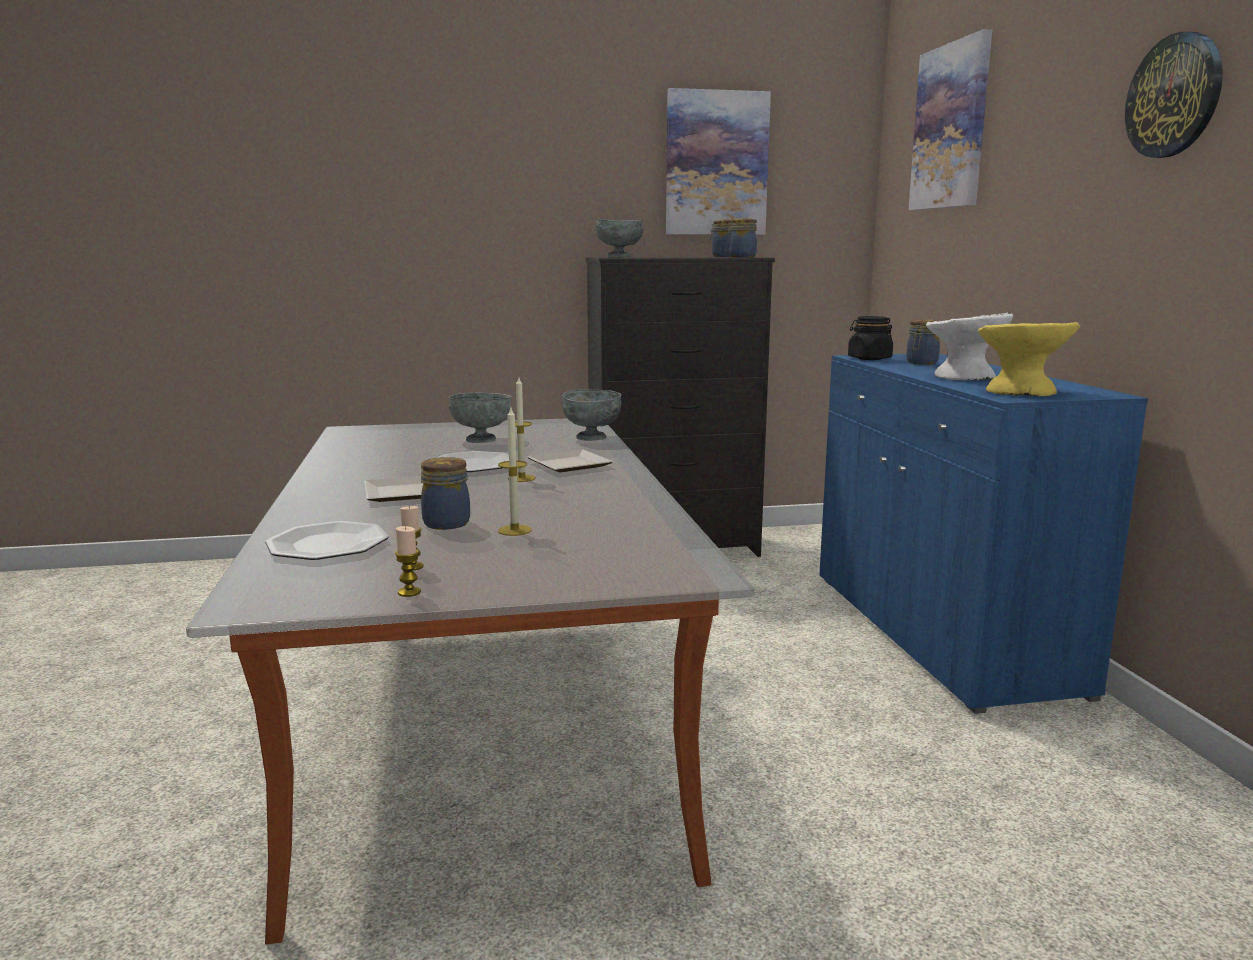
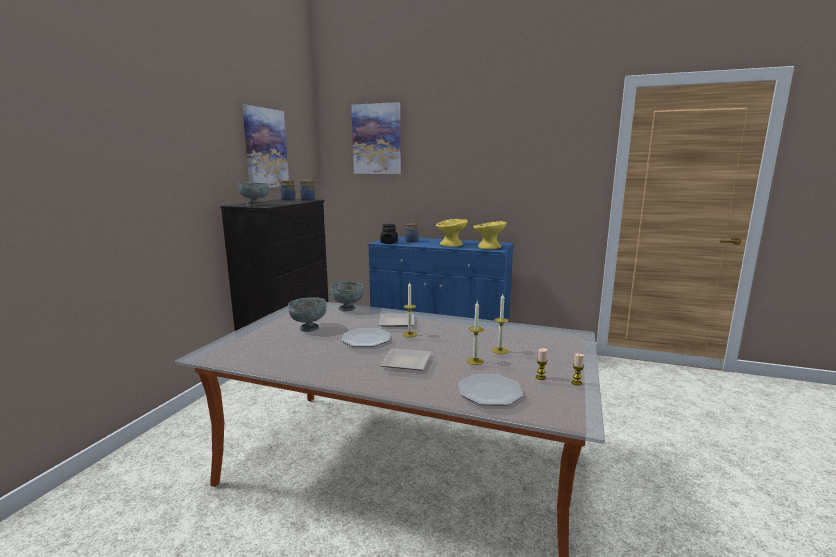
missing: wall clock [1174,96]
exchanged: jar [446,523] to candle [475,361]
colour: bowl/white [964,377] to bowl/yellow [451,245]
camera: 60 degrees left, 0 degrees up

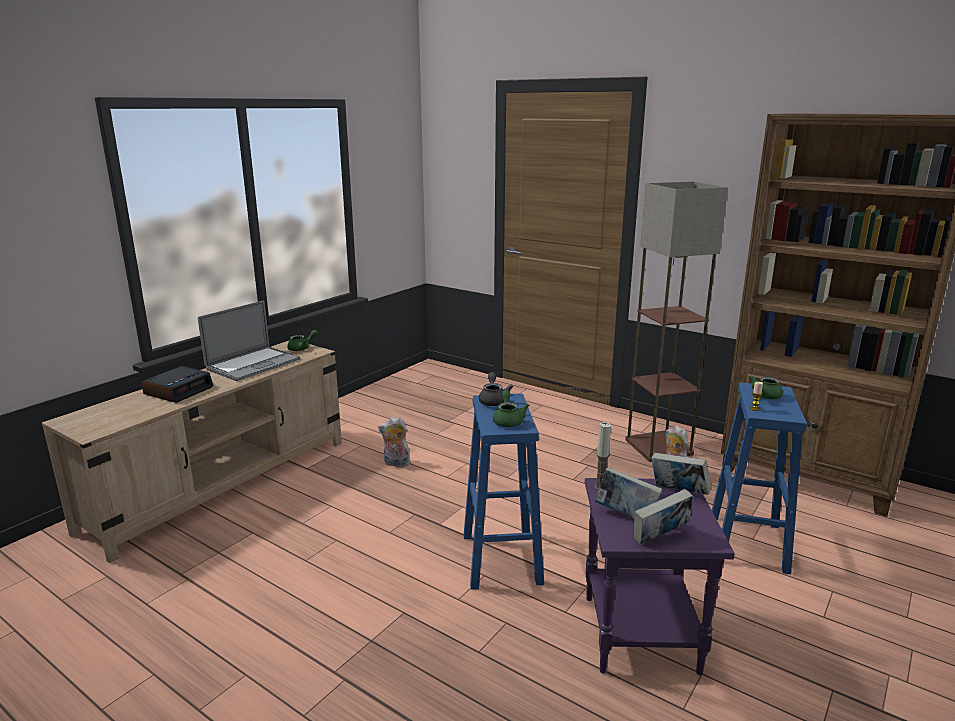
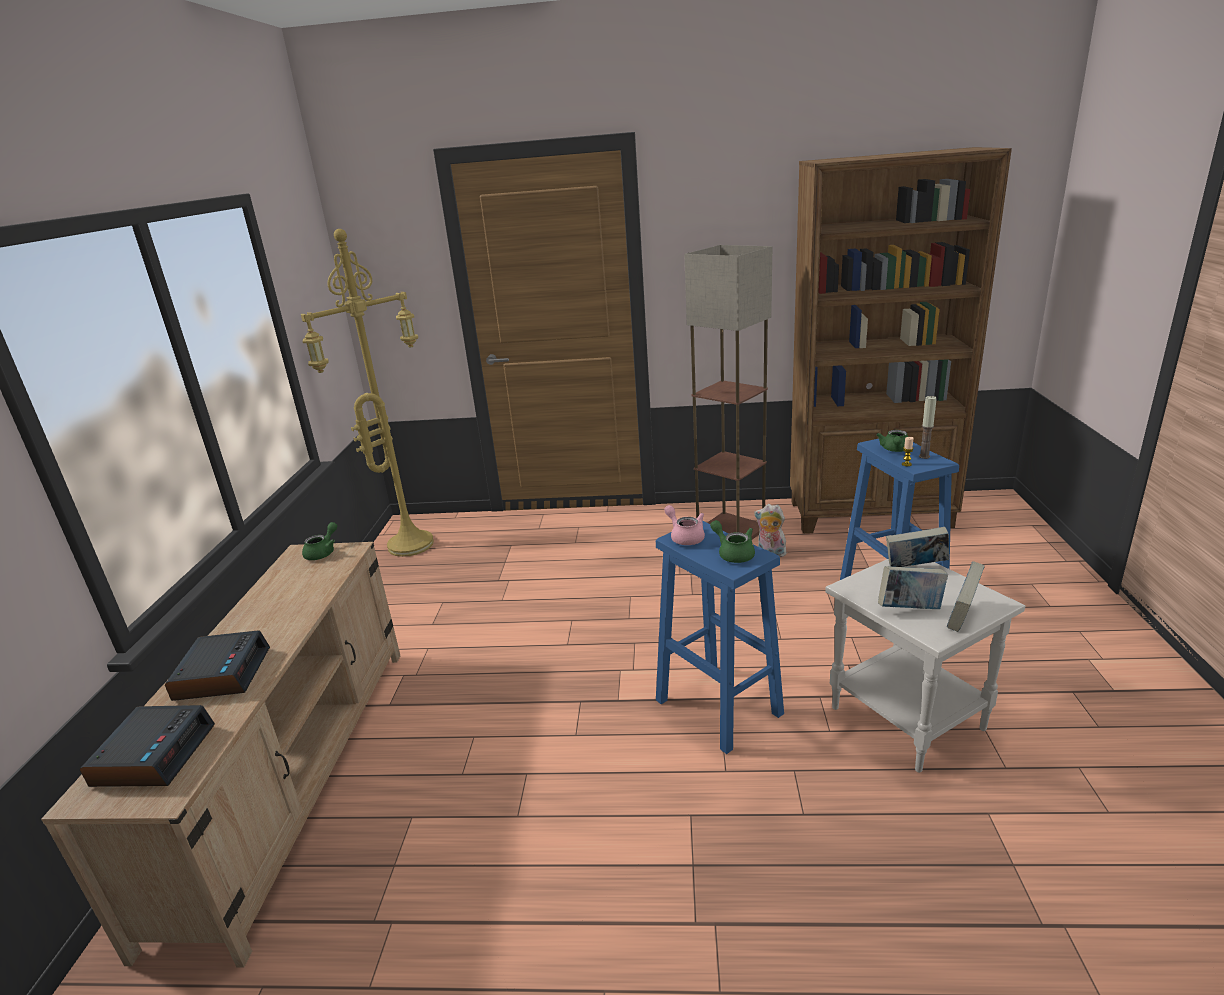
missing: laptop [253,364]; plush toy [396,463]
appeared: alarm clock [154,755]; floor lamp/yellow [410,543]
relocated: candle [600,487] to [924,456]
colour: teapot/grey [493,400] to teapot/pink [685,537]; side table/purple [642,635] to side table/white [909,718]
camera: 30 degrees left, 5 degrees up

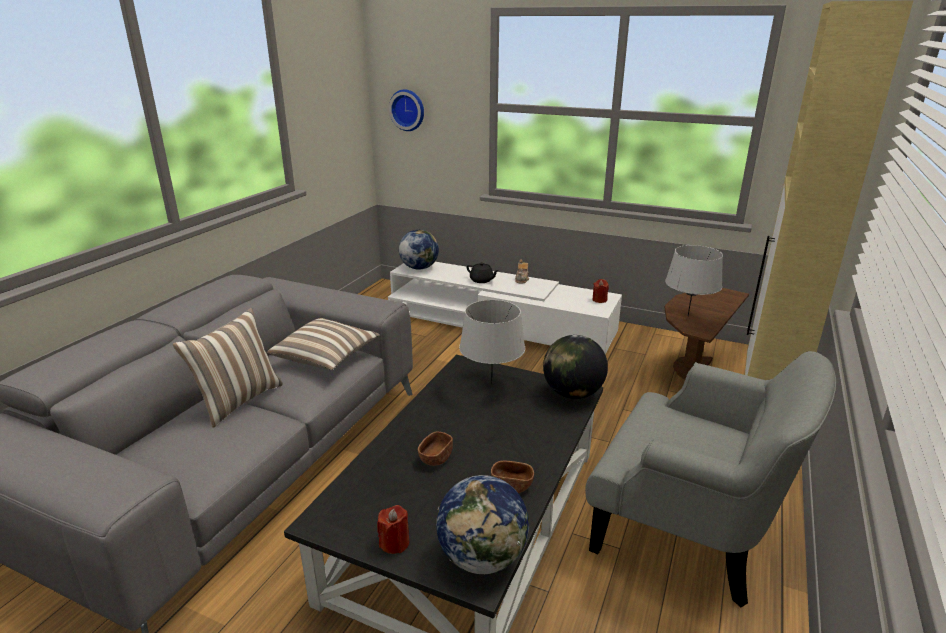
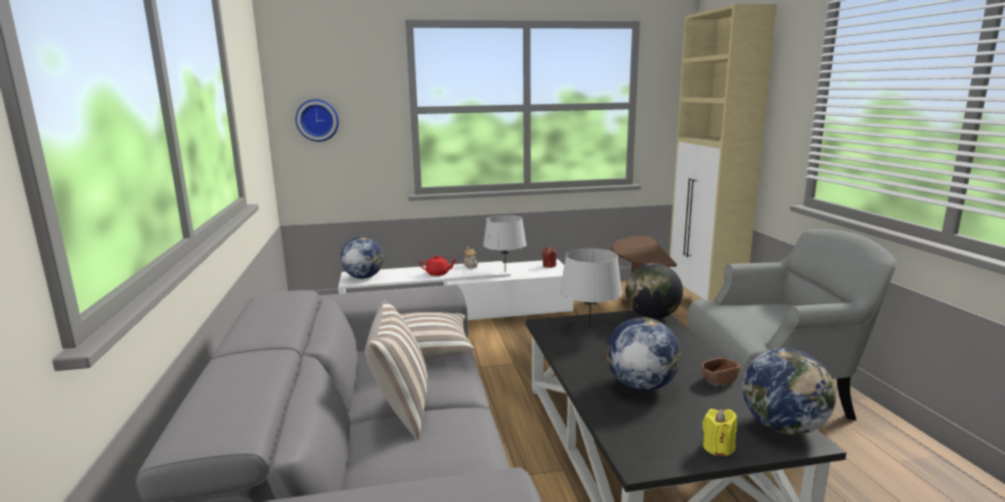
relocated: table lamp/grey [687,316] to [505,271]
exchanged: bowl/brown [435,458] to globe [640,386]
colour: candle/red [394,543] to candle/yellow [718,448]; teapot/black [482,280] to teapot/red [438,273]
camera: 35 degrees left, 10 degrees down

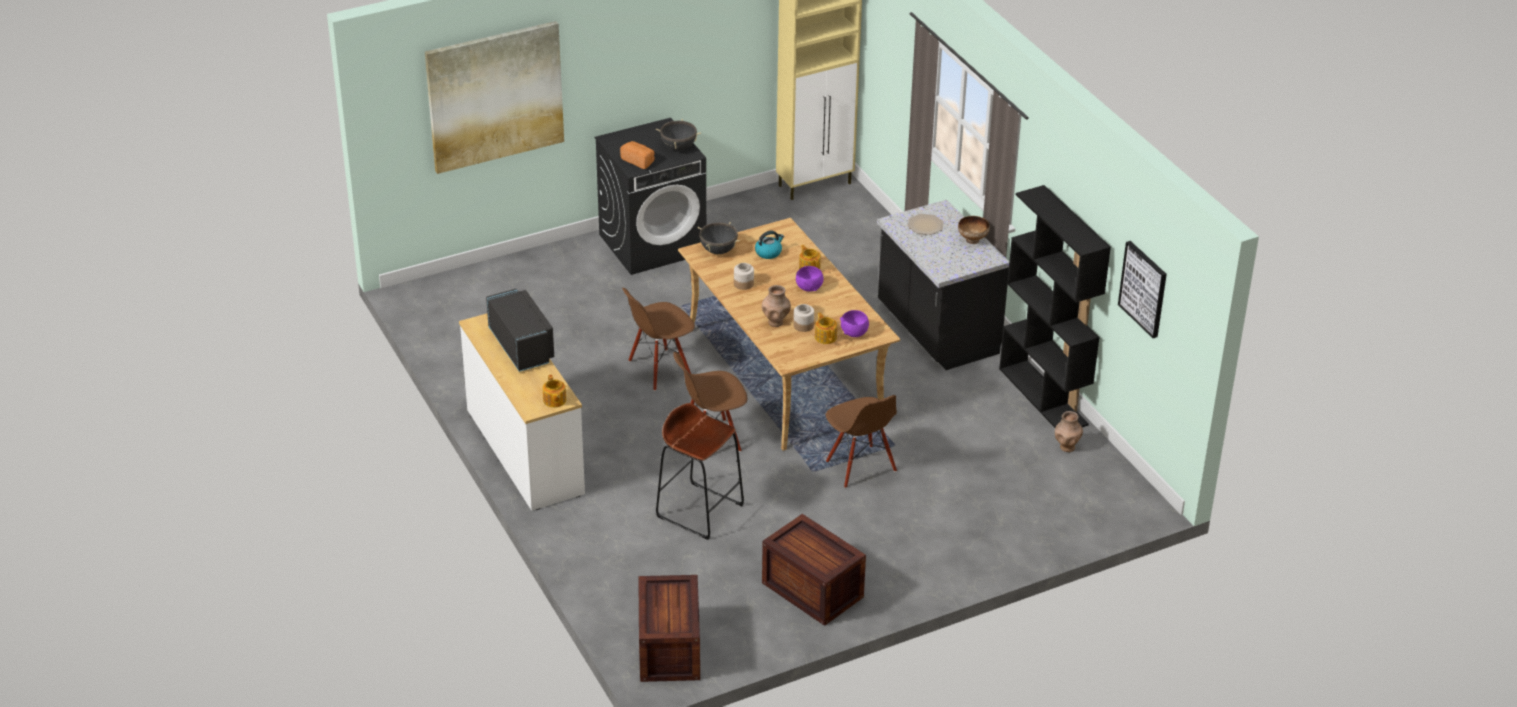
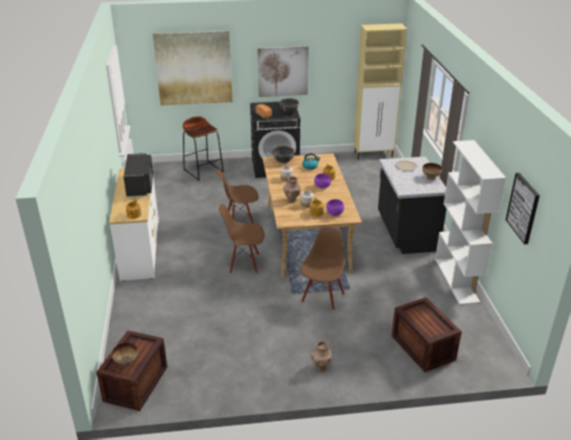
appeared: bowl [126,362]; picture [283,71]
relocated: stool/brown [700,510] to [203,170]; crate [813,591] to [423,348]; vase/brown [1067,447] to [321,366]
colour: bookcase/black [1044,396] to bookcase/white [457,280]
spun: chair/brown [860,467] = [322,297] 150 degrees counterclockwise
camera: 20 degrees right, 5 degrees down

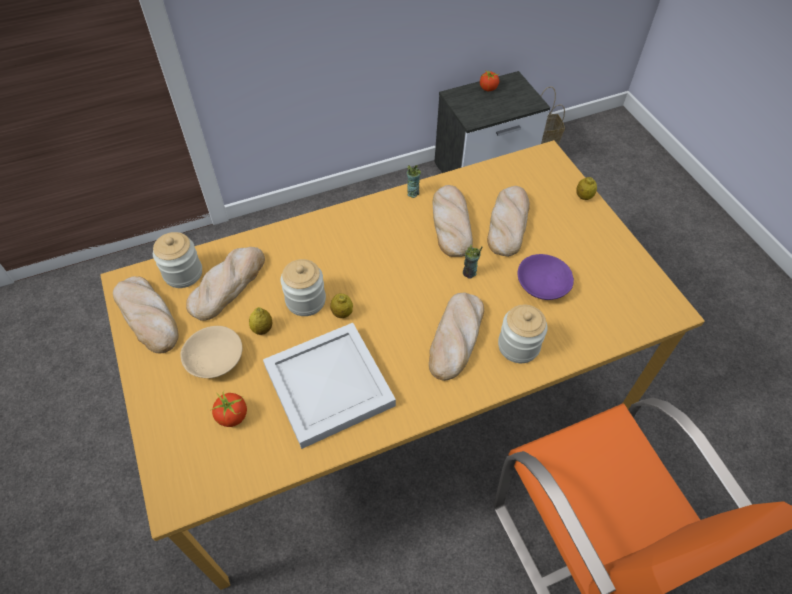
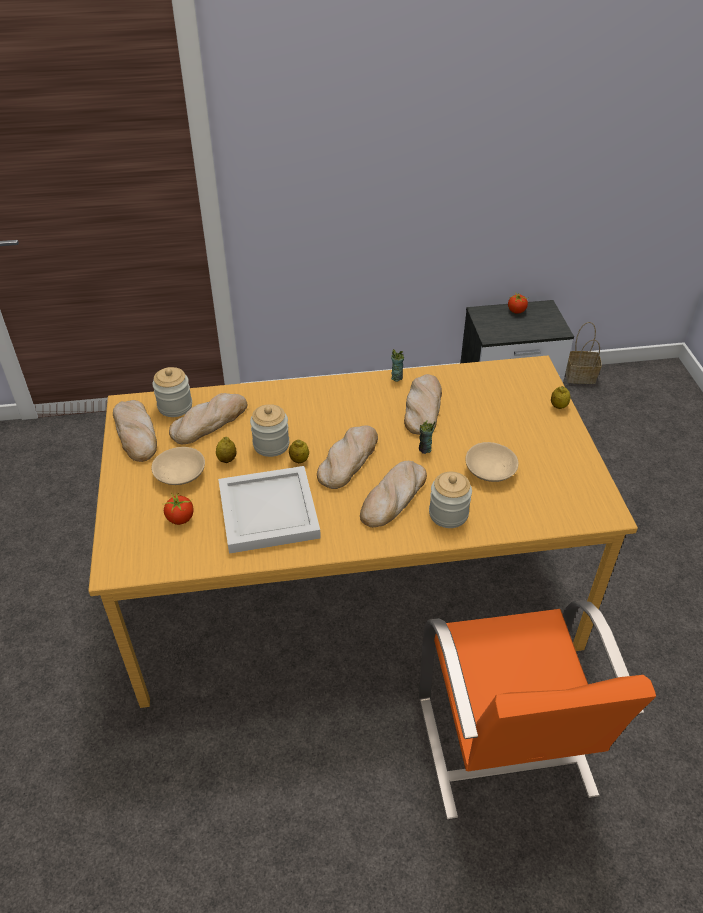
relocated: bread [508,223] to [348,459]
colour: bowl/purple [543,284] to bowl/beige [490,470]
camera: 15 degrees right, 10 degrees down

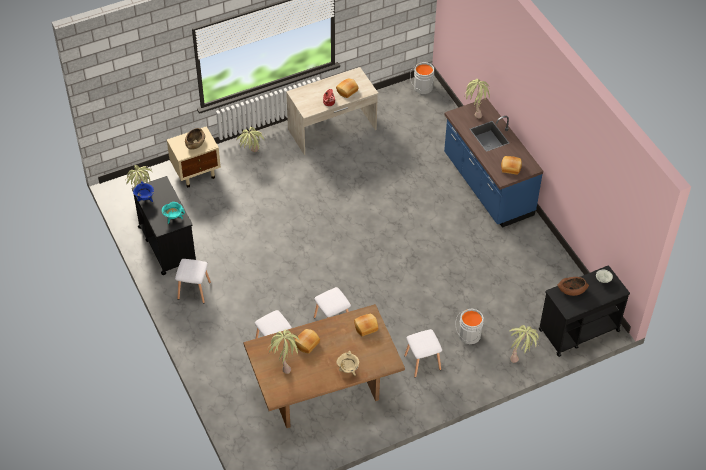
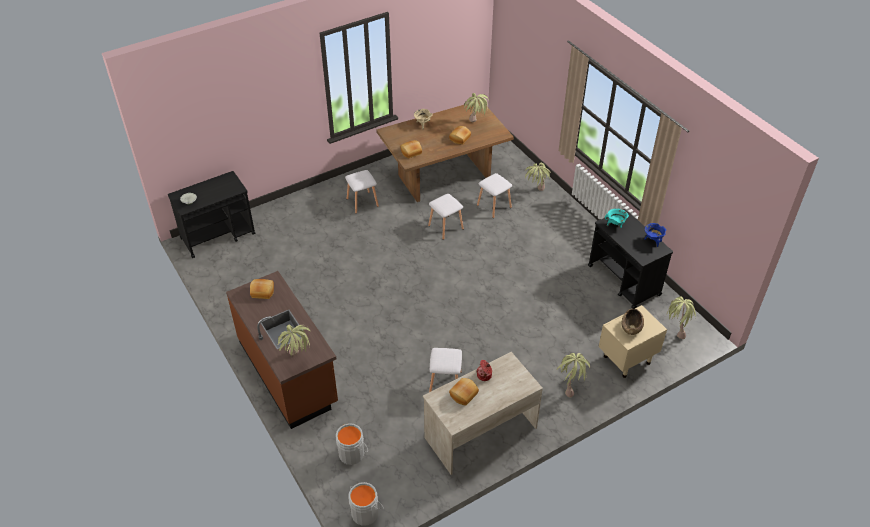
missing: bowl/brown [571,290]
relocated: stool/white [193,290] to [446,382]; bucket/grey [468,336] to [352,453]; potted plant [521,355] to [535,193]
colour: counter/blue [487,185] to counter/brown [288,372]
camera: 175 degrees right, 5 degrees down

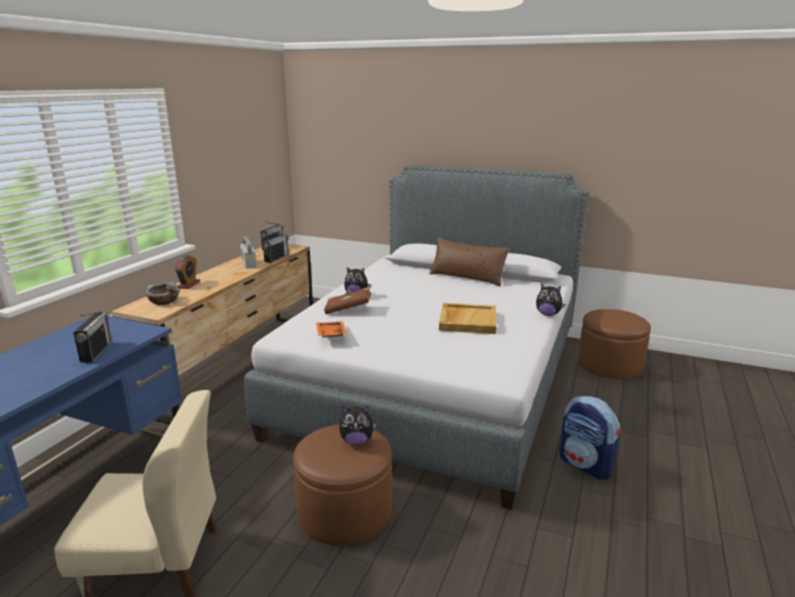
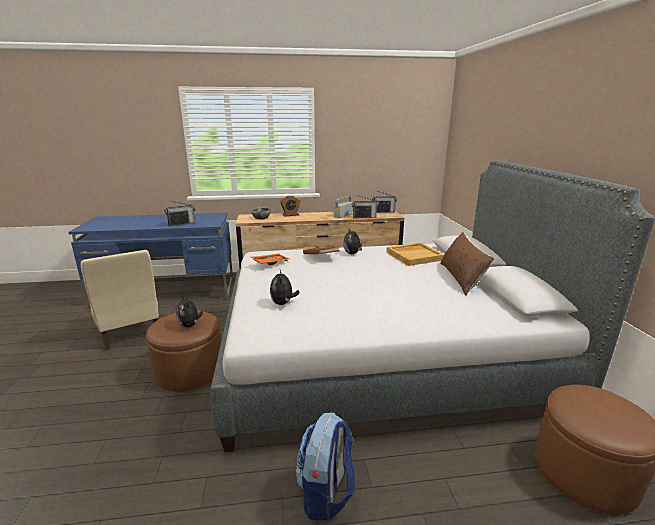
relocated: tray/beige [467,321] to [414,256]; plush toy [548,314] to [283,303]
camera: 60 degrees right, 0 degrees up

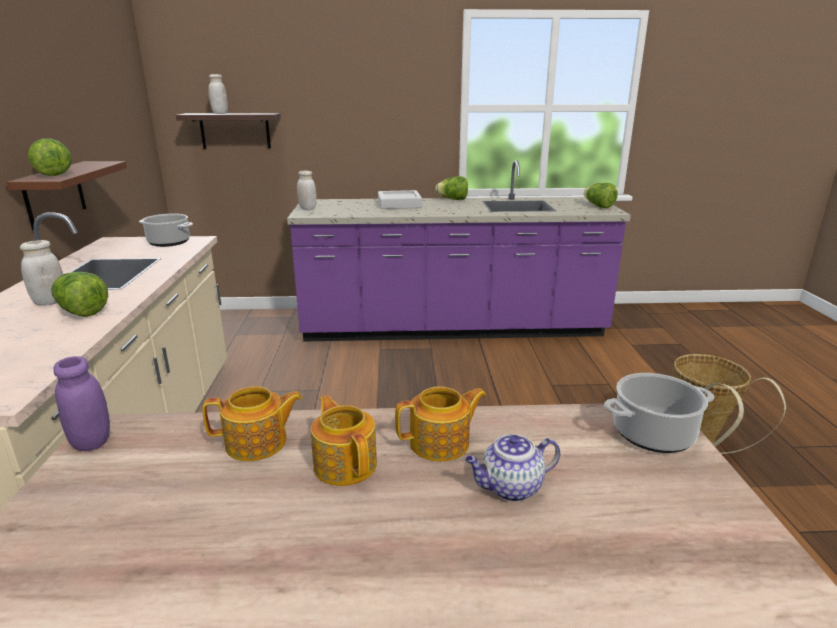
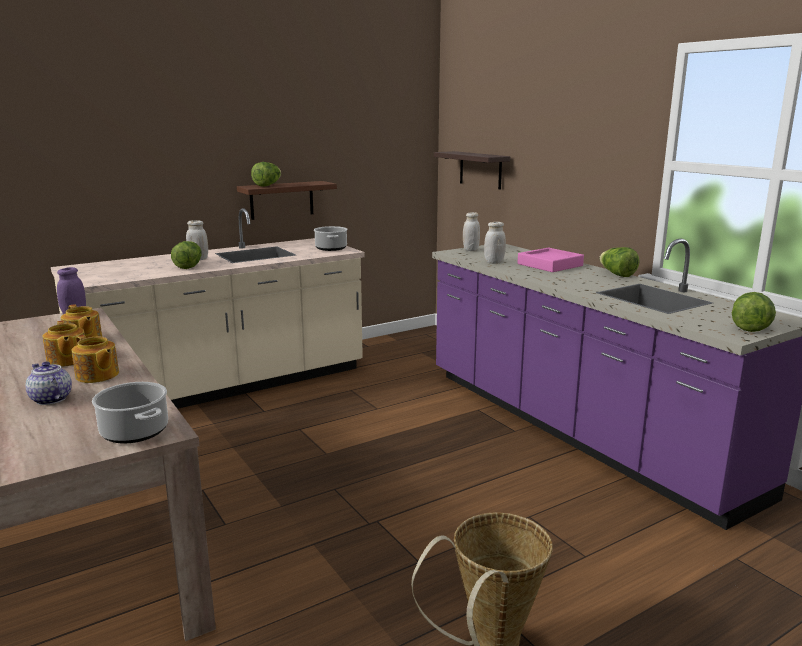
relocated: jar/white [220,113] to [494,262]
colour: tray/grey [399,204] to tray/pink [550,265]
spun: teapot [345,464] = [67,360] 120 degrees clockwise
camera: 60 degrees right, 5 degrees down

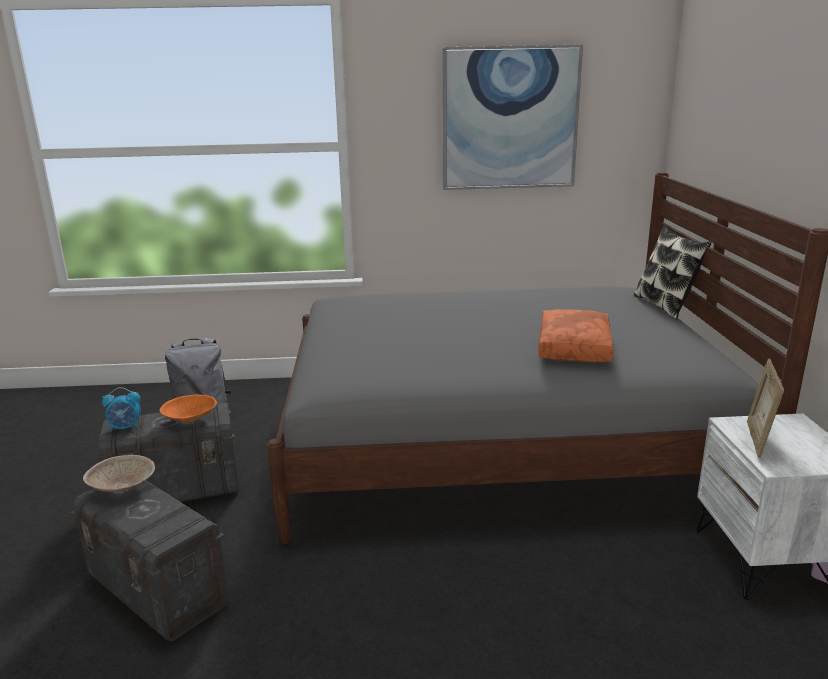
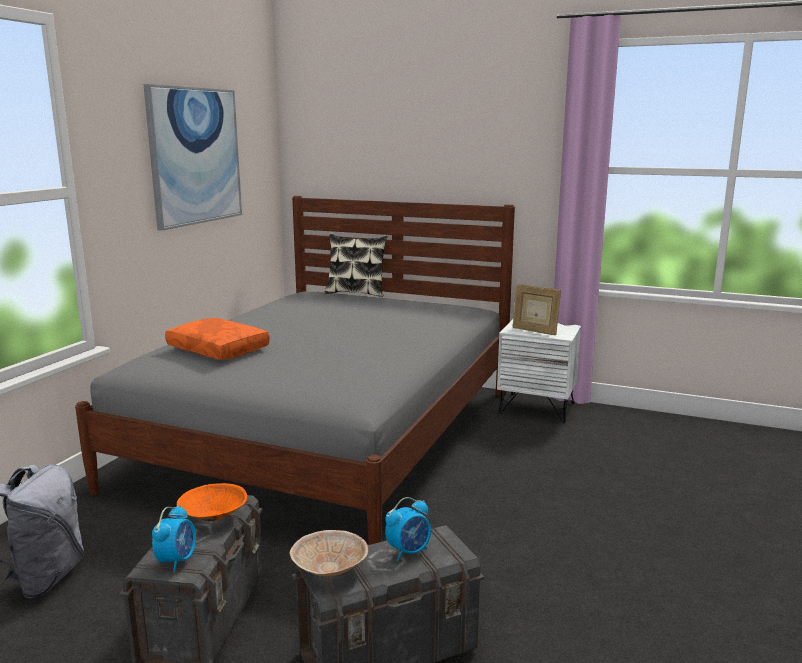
appeared: alarm clock [409,551]
relocated: pillow/orange [576,347] to [219,349]
camera: 65 degrees left, 5 degrees down

